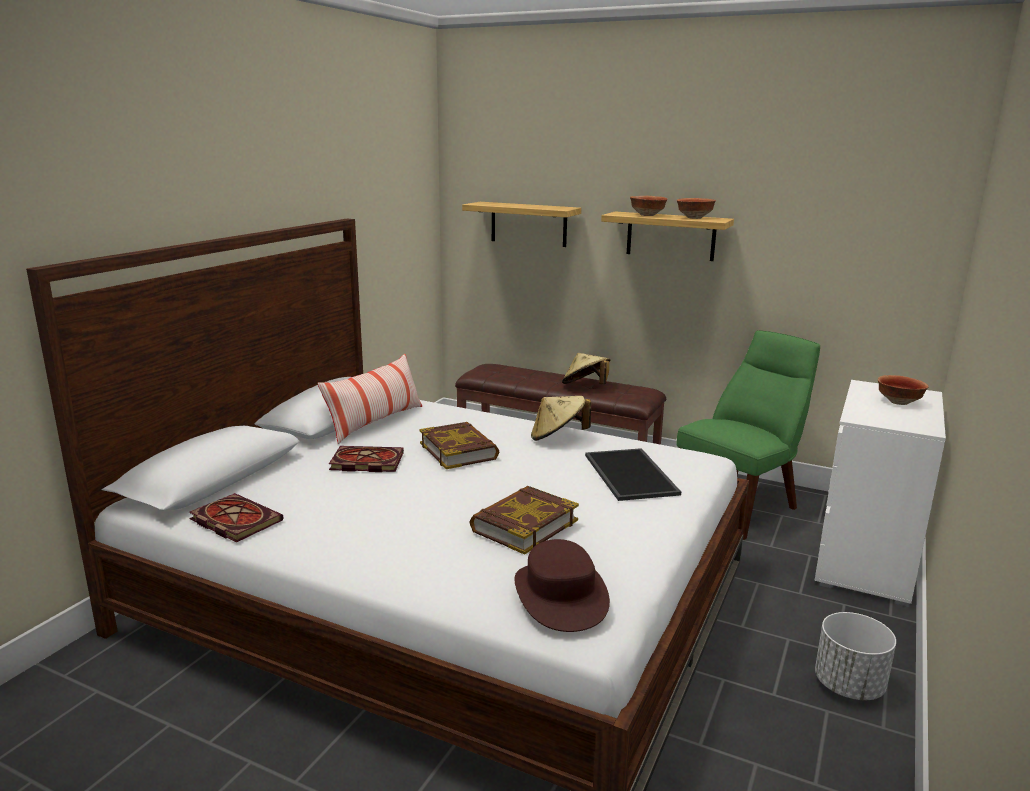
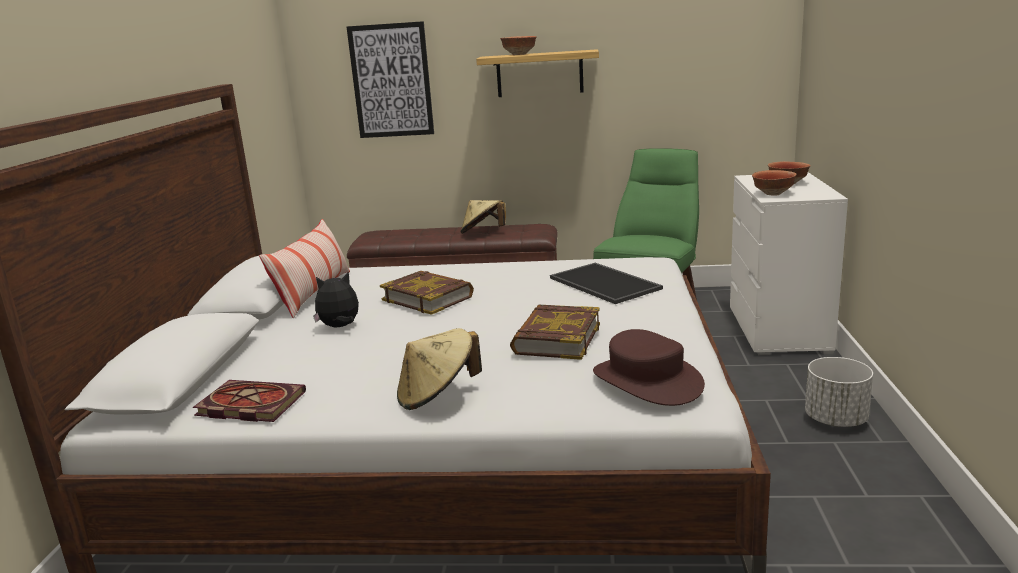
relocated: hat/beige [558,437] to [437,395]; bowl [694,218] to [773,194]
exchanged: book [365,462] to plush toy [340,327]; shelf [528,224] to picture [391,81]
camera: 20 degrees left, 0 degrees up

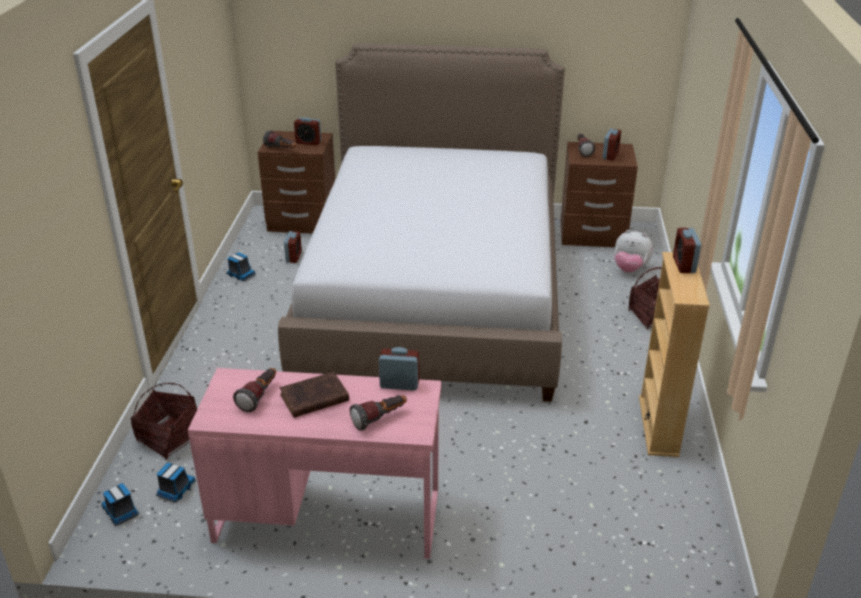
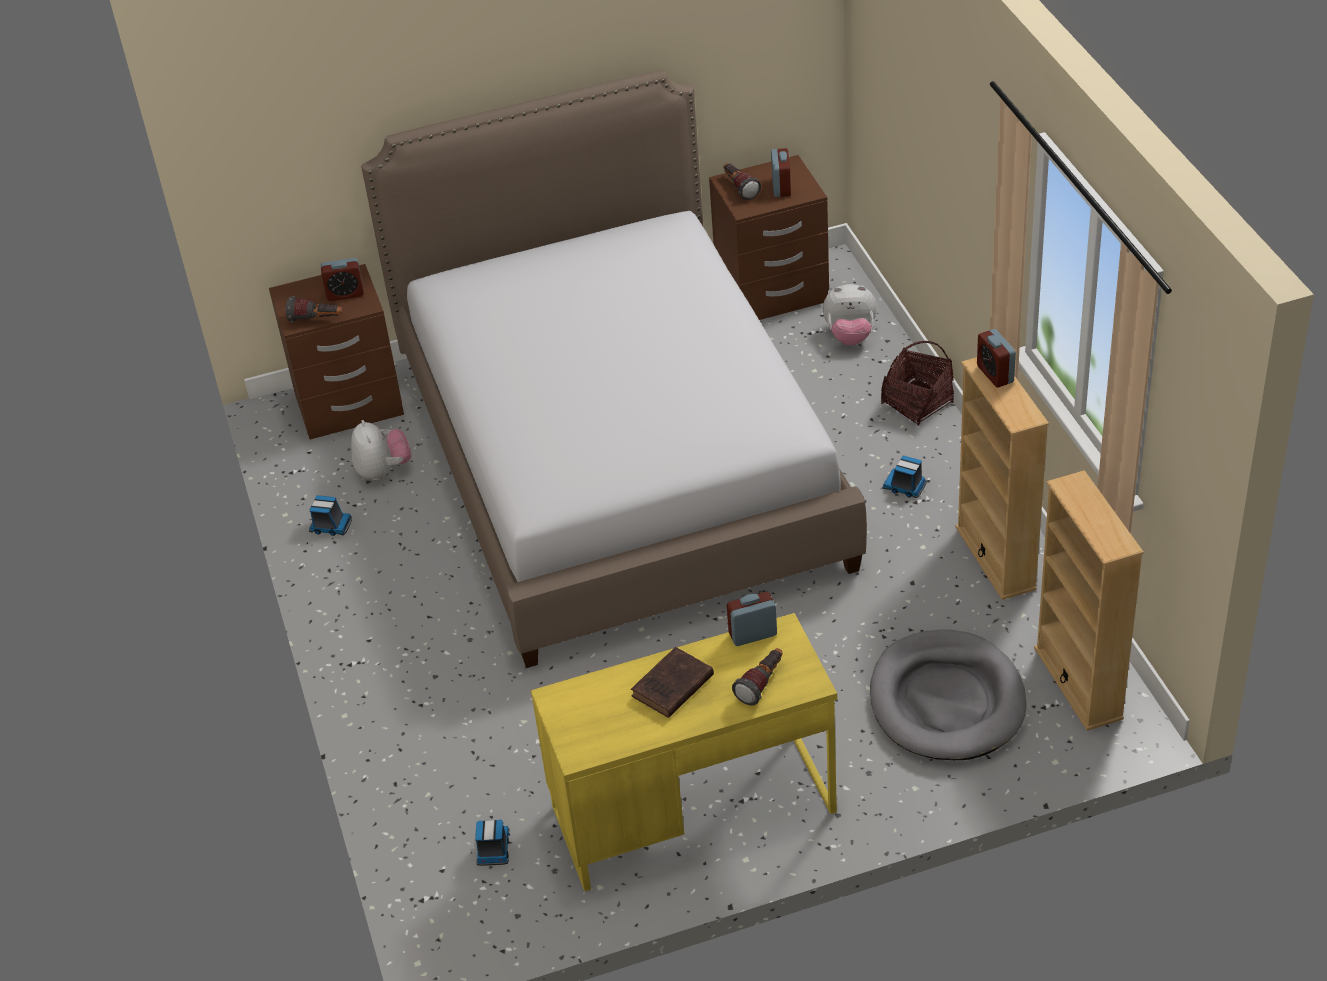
missing: basket [168,438]; flashlight [260,396]
appeared: dog bed/grey [947,701]; bookcase/beige [1078,683]
relocated: toy truck [121,512] to [905,487]
exchanged: alarm clock [293,257] to plush toy [383,470]
colour: desk/pink [327,515] to desk/yellow [692,809]
camera: 20 degrees left, 10 degrees up

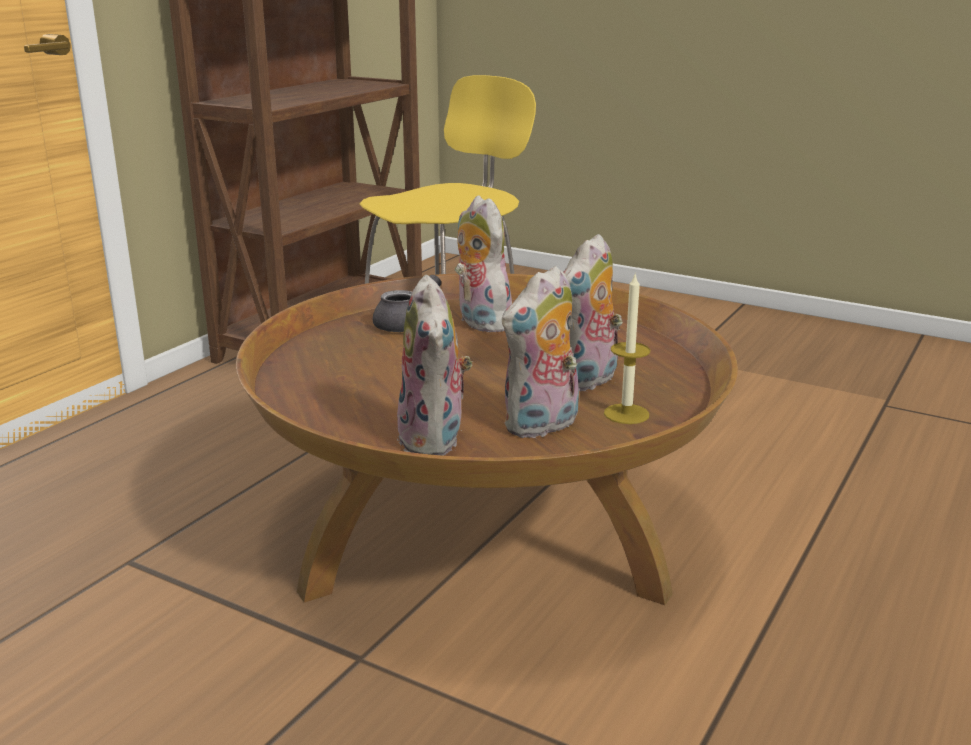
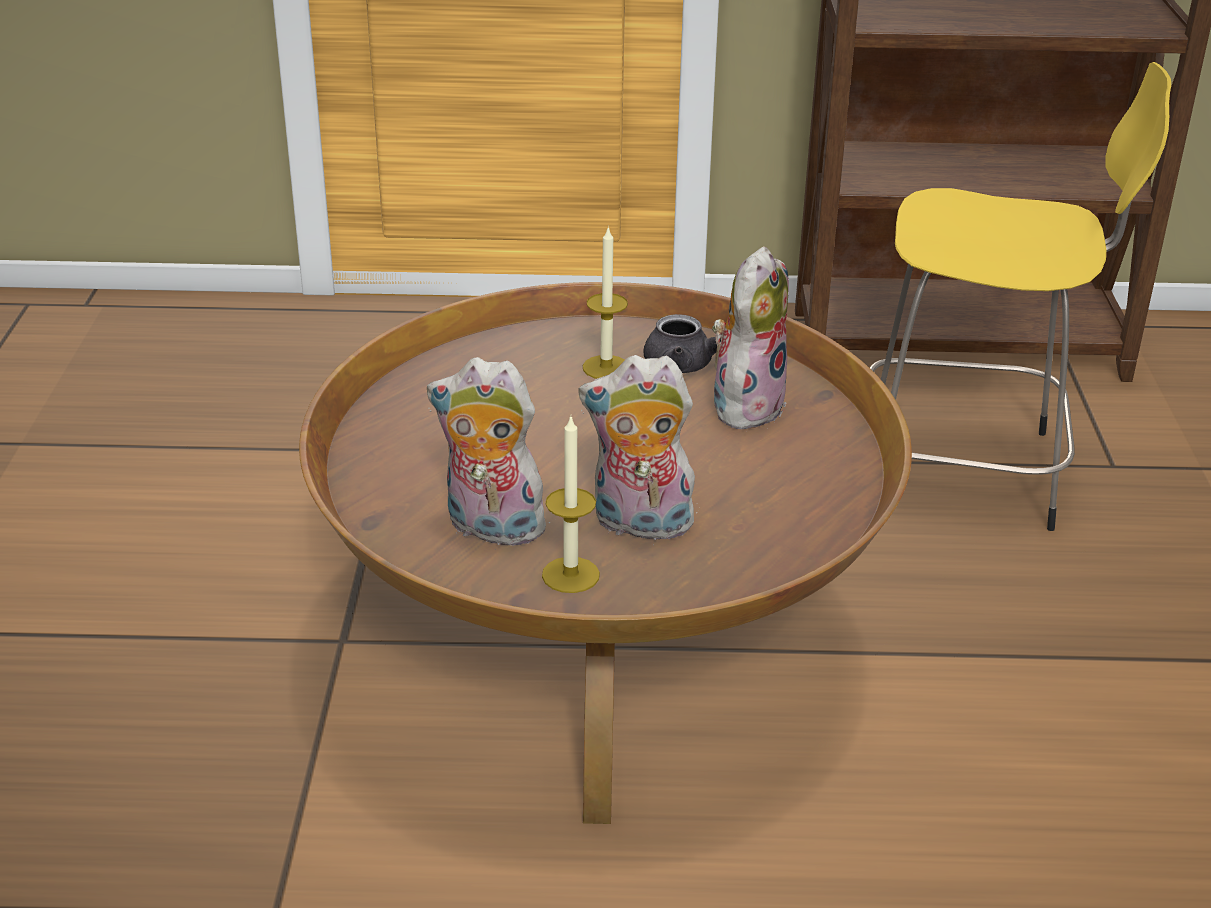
missing: plush toy [436,440]
appeared: candle [606,367]
camera: 60 degrees right, 10 degrees up

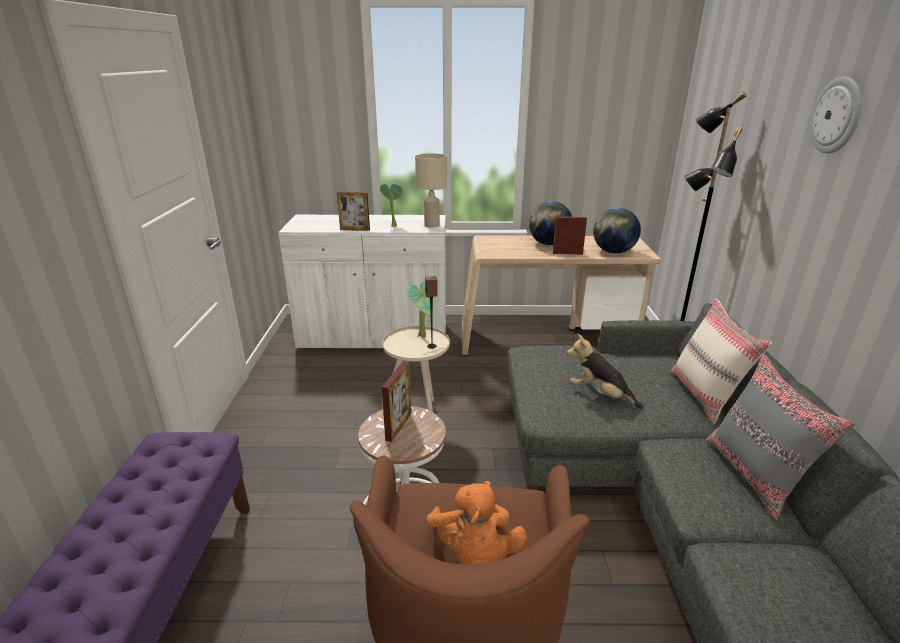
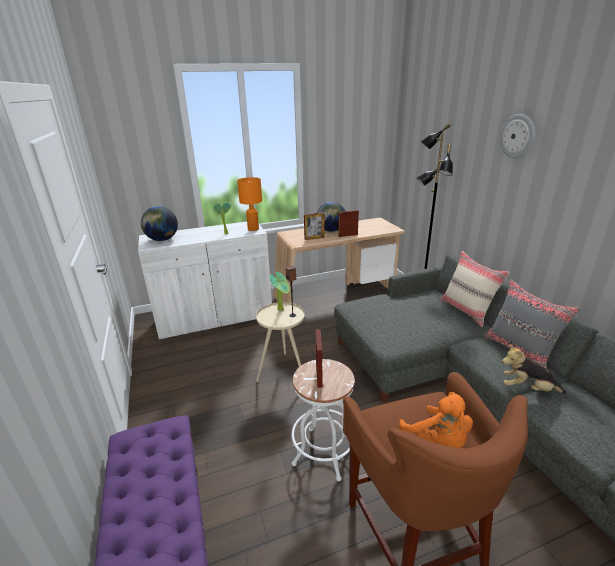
relocated: picture frame [355,229] to [314,238]; plush toy [600,395] to [527,388]; globe [613,252] to [162,240]
colour: table lamp/beige [432,225] to table lamp/orange [253,229]
camera: 20 degrees left, 0 degrees up

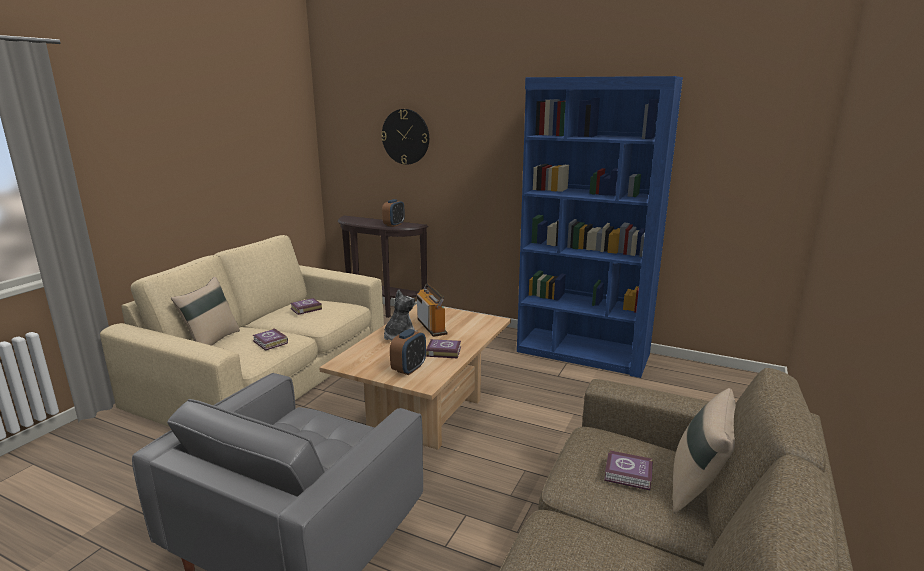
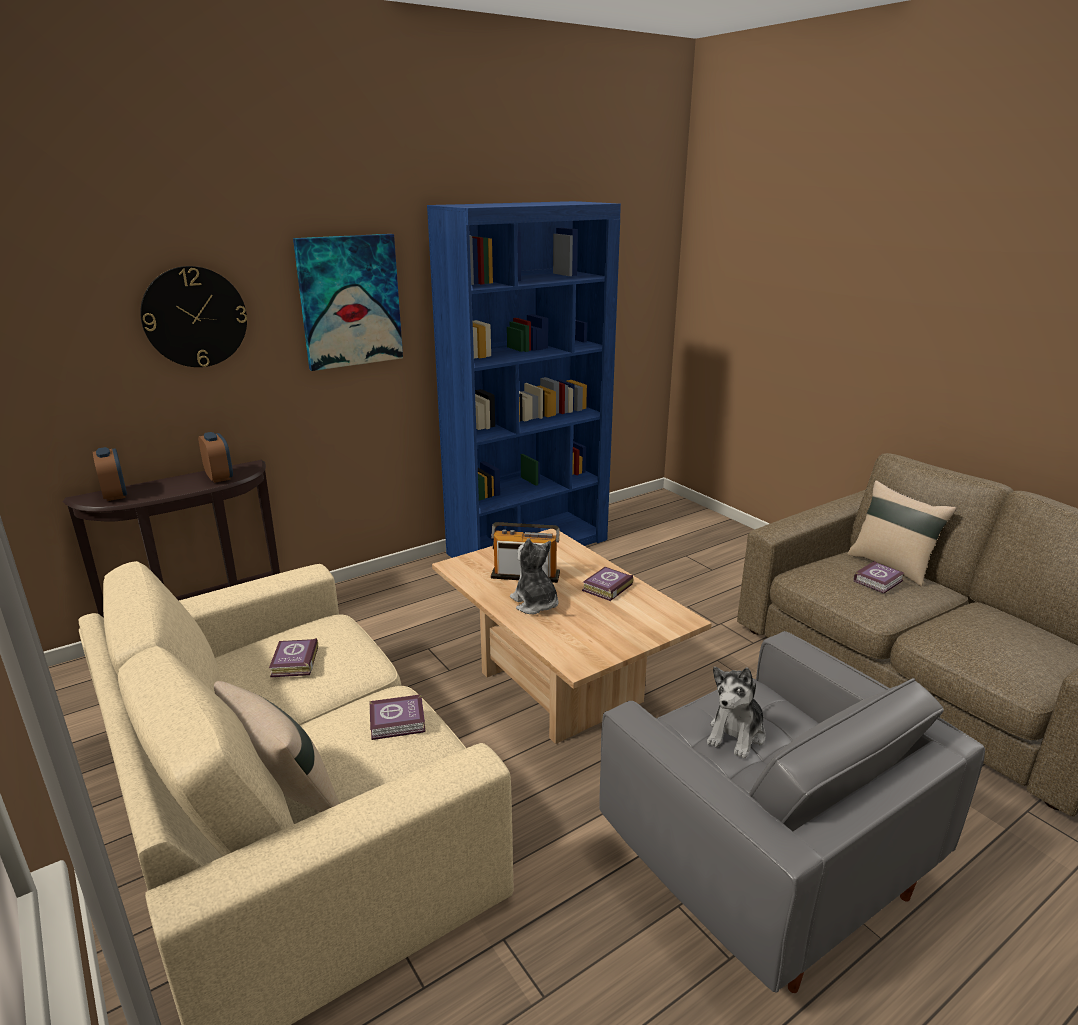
appeared: picture [350,301]; plush toy [736,734]
relocated: alarm clock [409,369] to [115,495]
camera: 60 degrees left, 5 degrees up

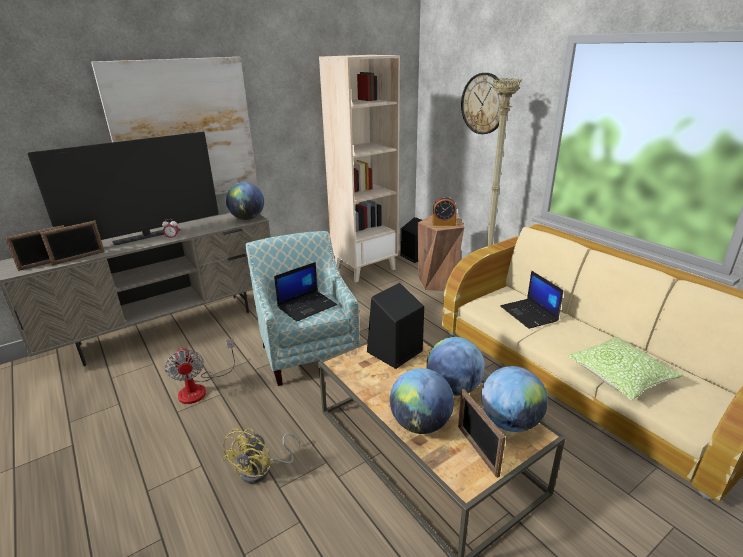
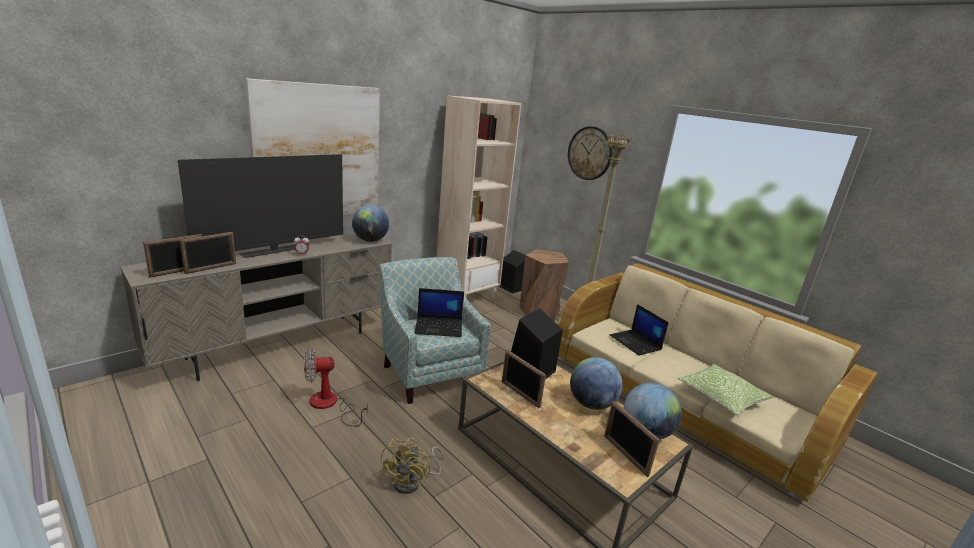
missing: globe [420,424]; alarm clock [443,224]
appeared: picture frame [520,394]
spun: fan [200,388] = [330,405] 105 degrees clockwise; laptop [307,306] = [439,327] 45 degrees clockwise
camera: 10 degrees left, 5 degrees down

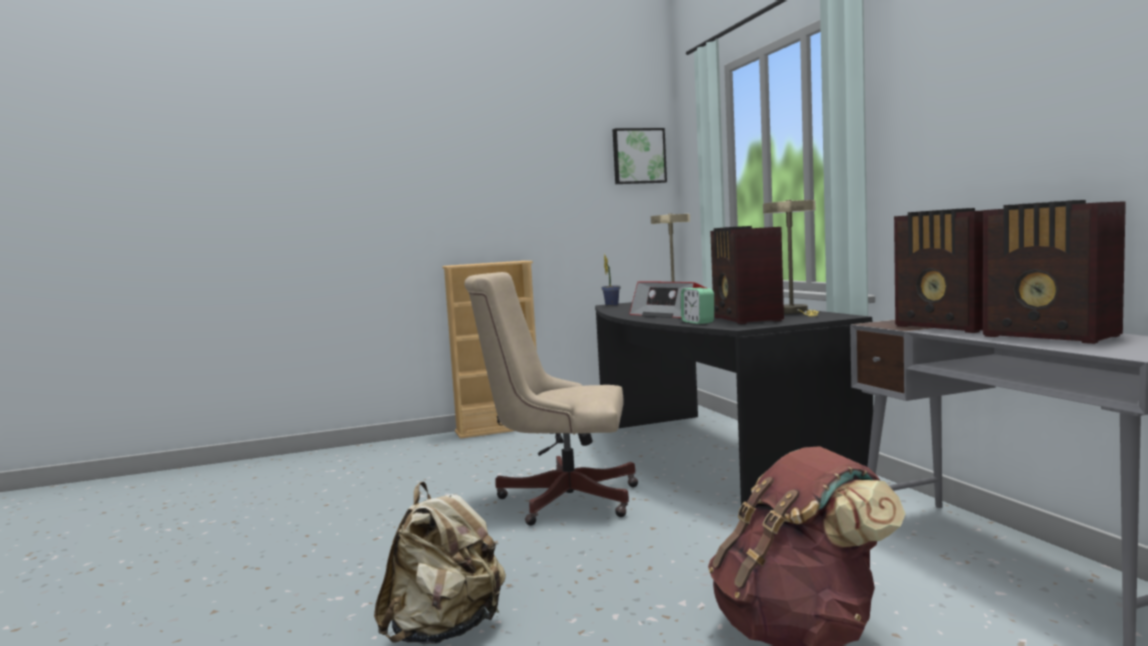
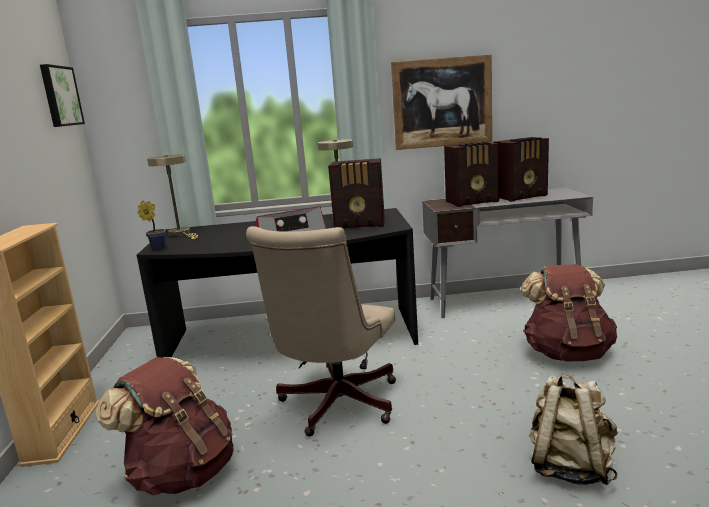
missing: alarm clock [698,322]
appeared: backpack/brown [182,472]; picture [442,102]
camera: 75 degrees left, 10 degrees up

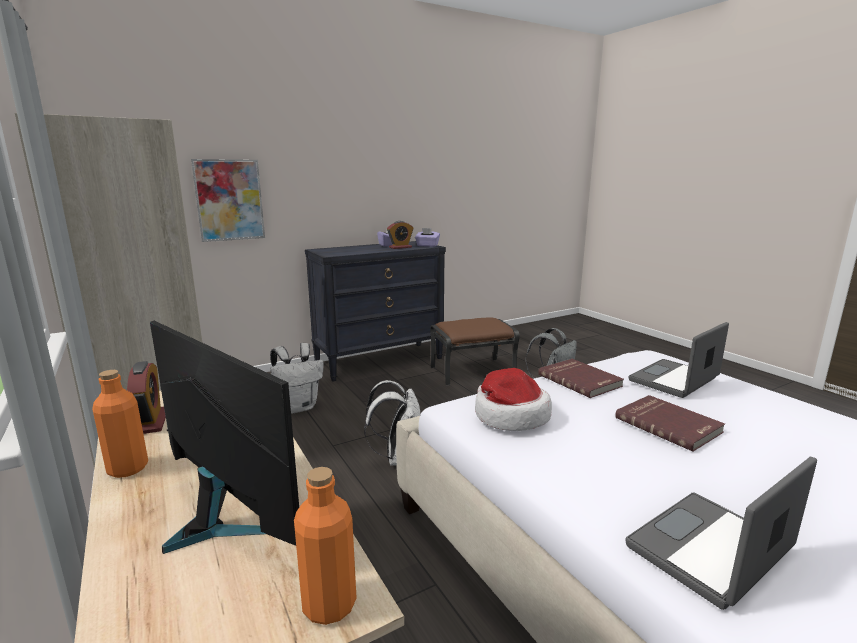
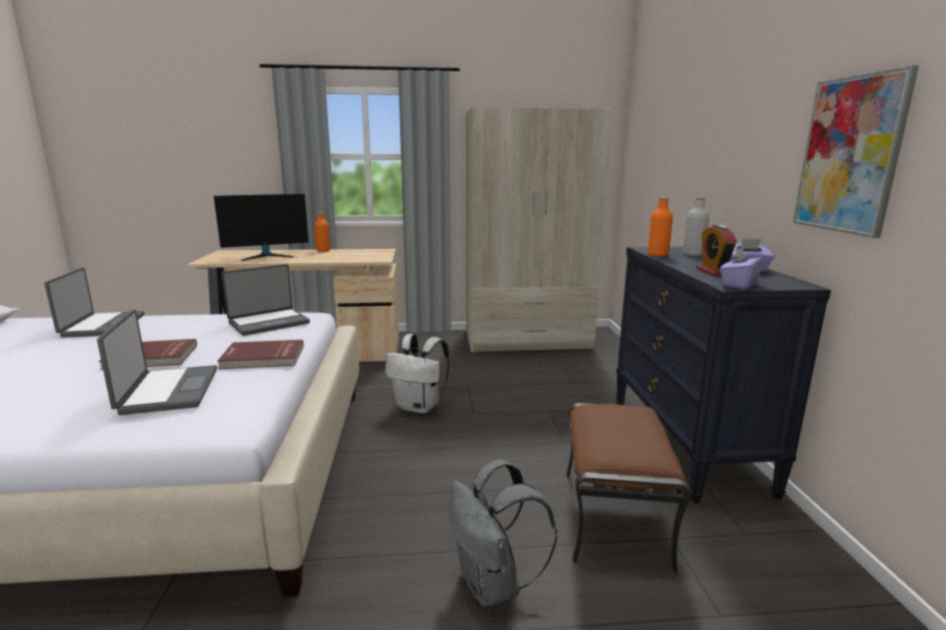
missing: alarm clock [150,422]; backpack/white [298,407]
appeared: bottle/grey [693,254]
relocated: picture [229,200] to [850,155]; bottle/orange [329,604] to [657,255]
exchanged: hat [509,416] to laptop [268,323]
camera: 115 degrees right, 0 degrees up

